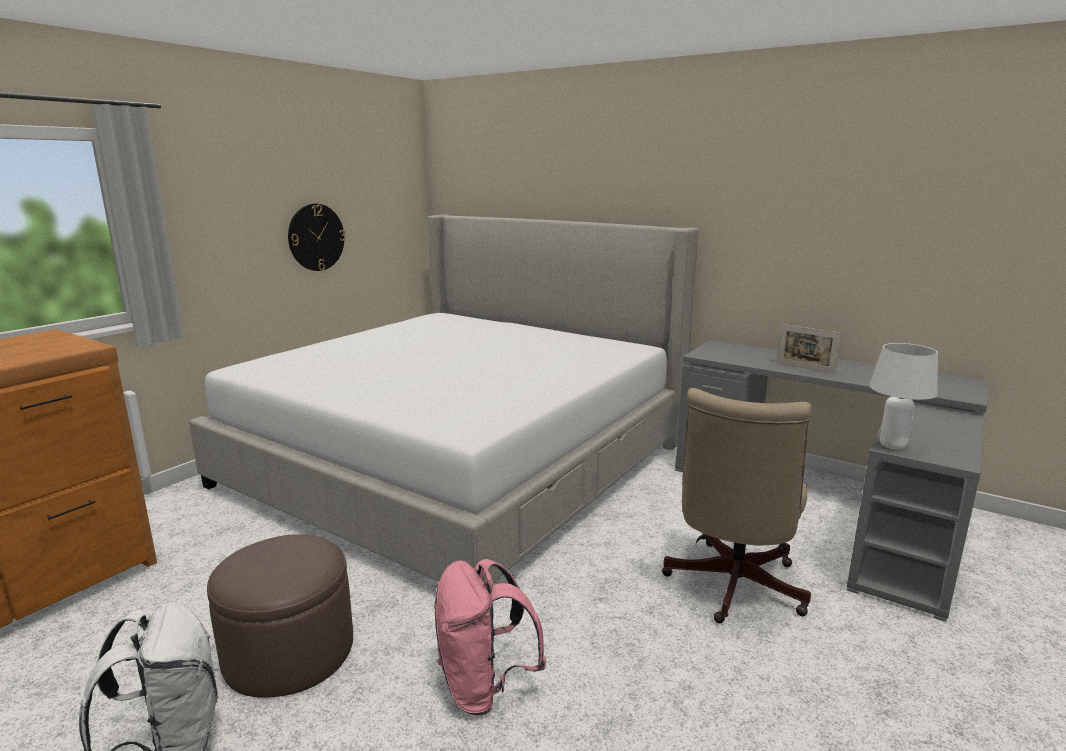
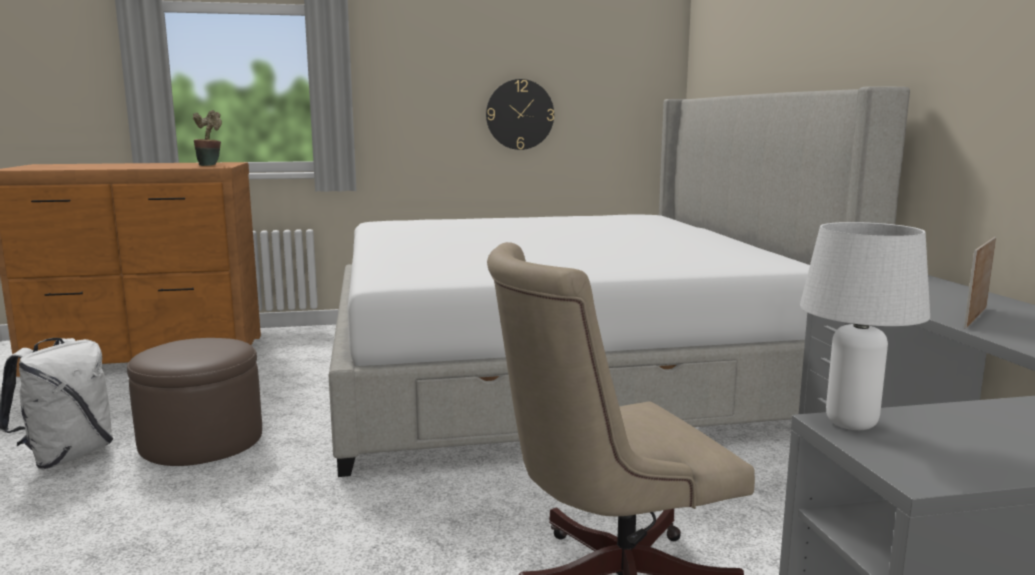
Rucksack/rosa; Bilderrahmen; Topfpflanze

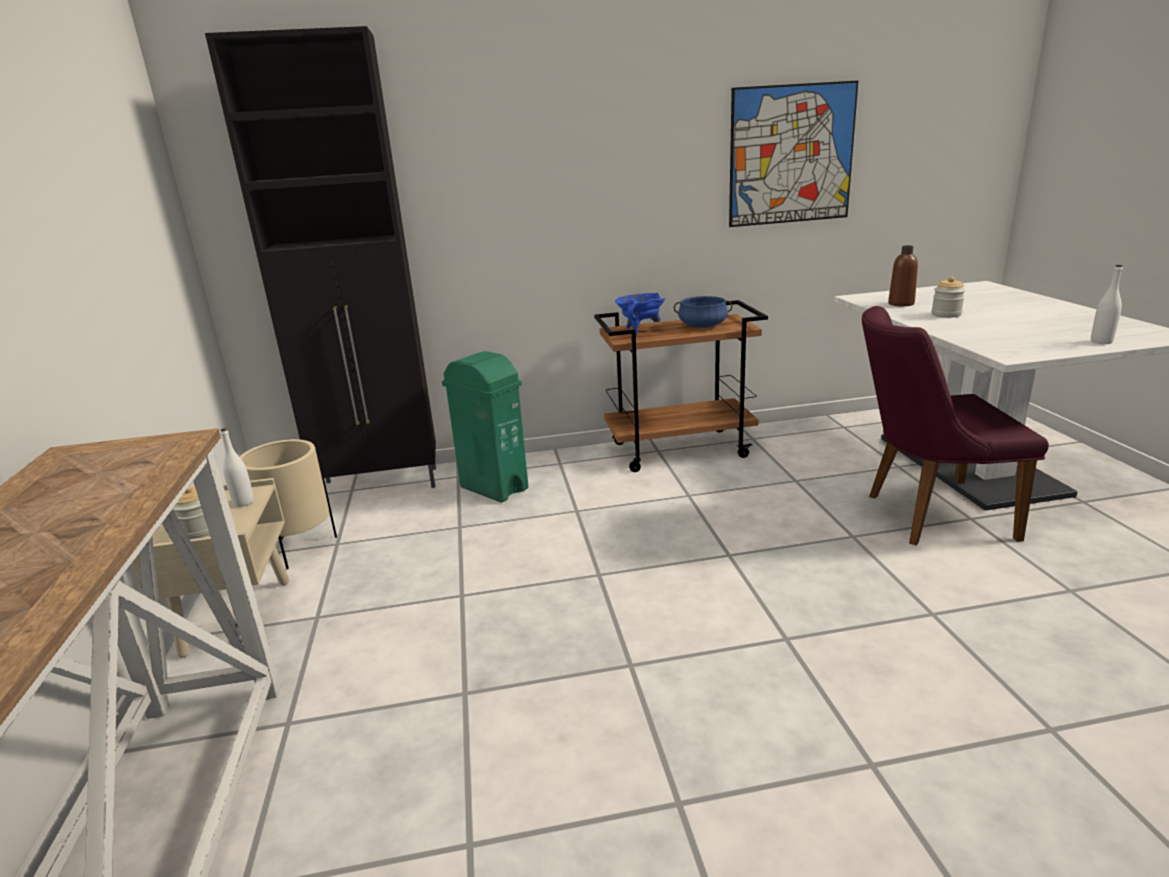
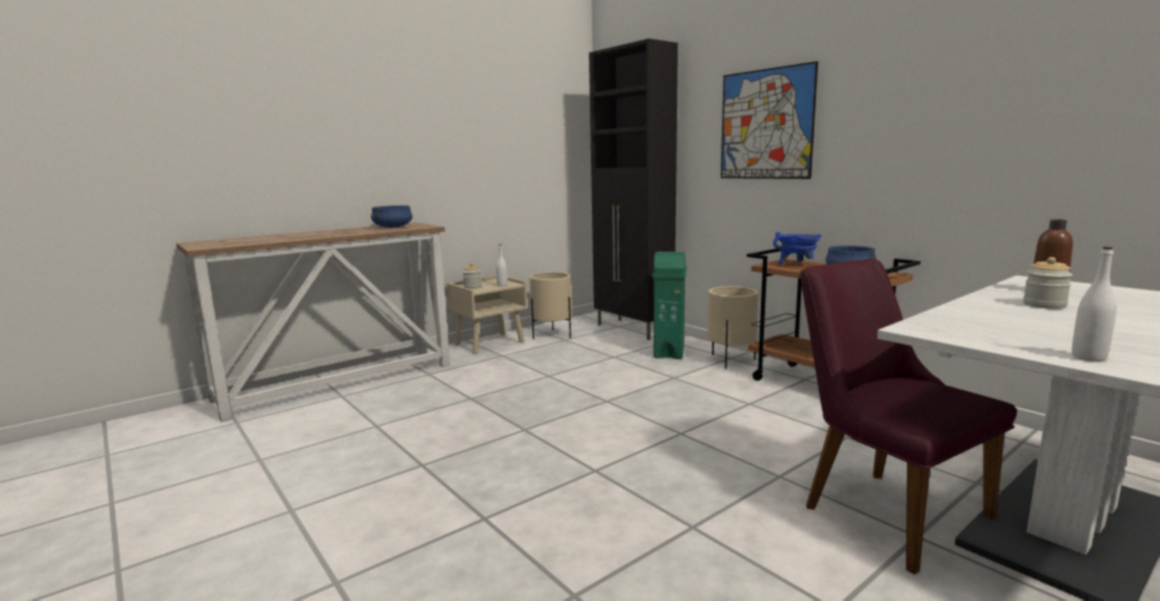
Bild; Kochtopf/blau (no. 1 from left); Pflanzkübel/beige (no. 2 from left)

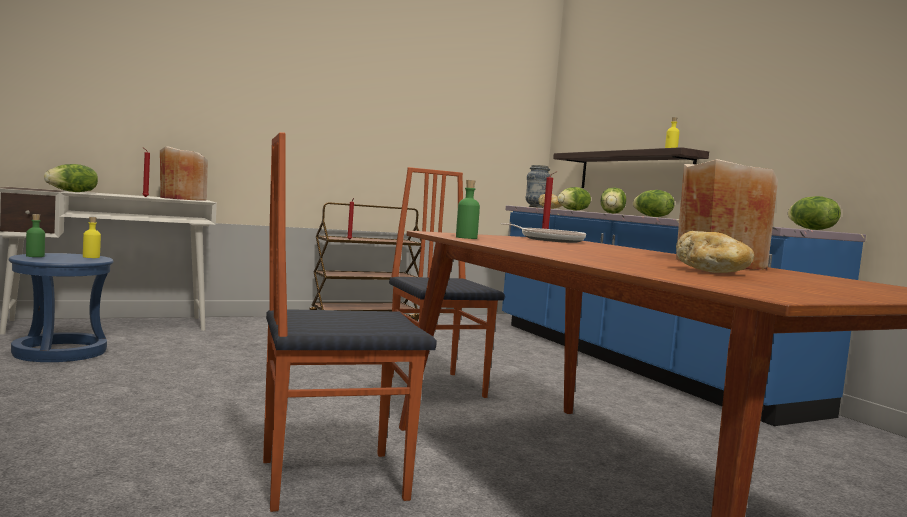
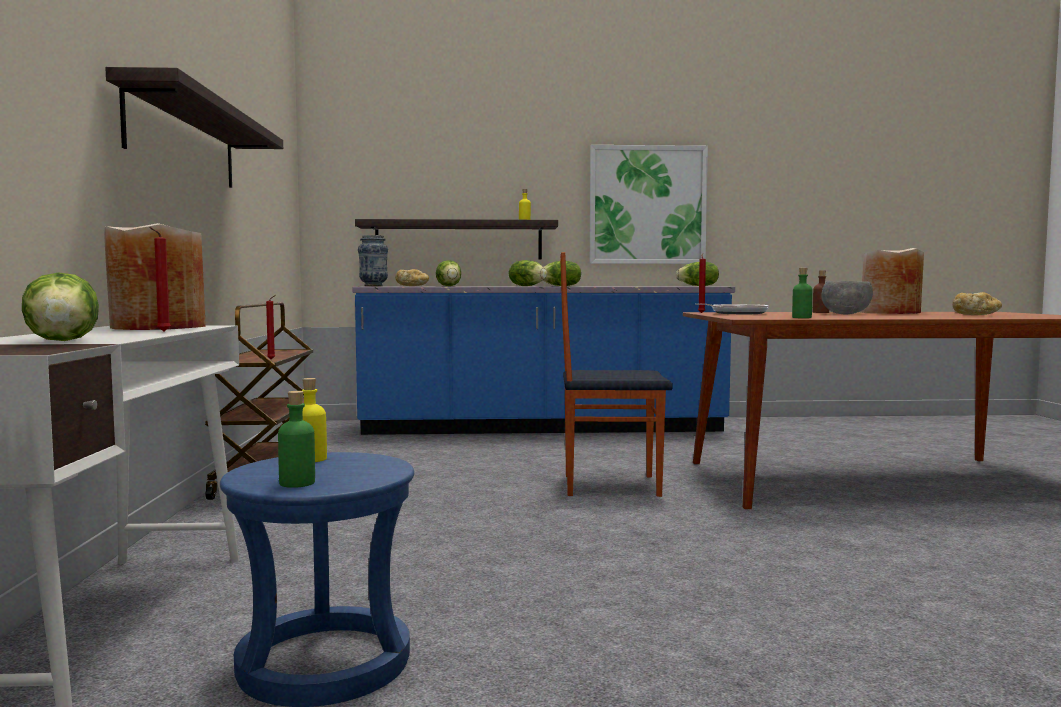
Stuhl (no. 1 from left in the first image); Wandregal (no. 1 from left); Bild; Flasche/braun; Schüssel/grau

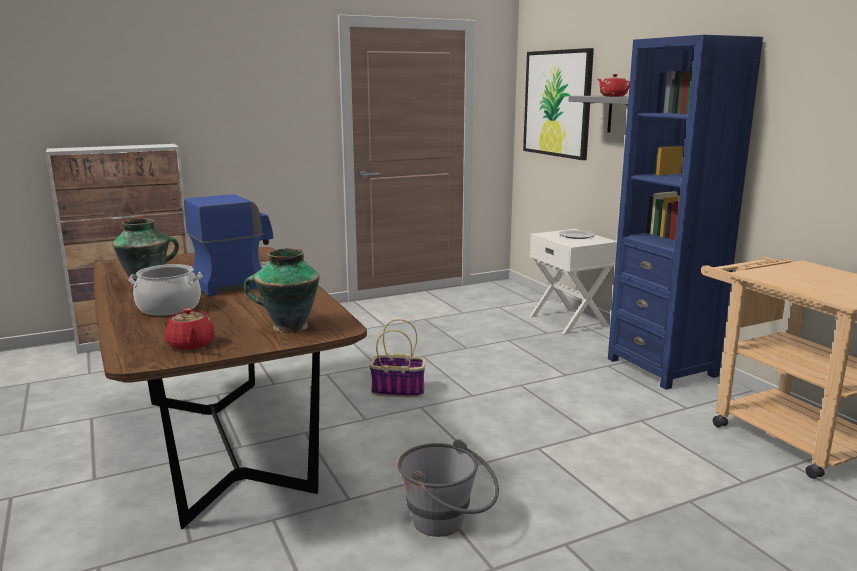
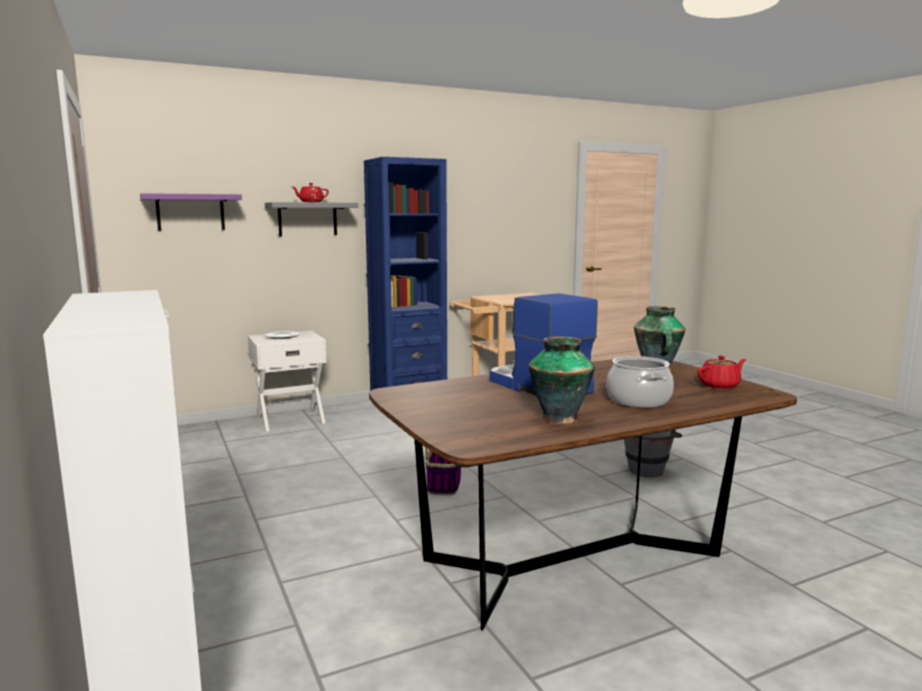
Wandregal/lila

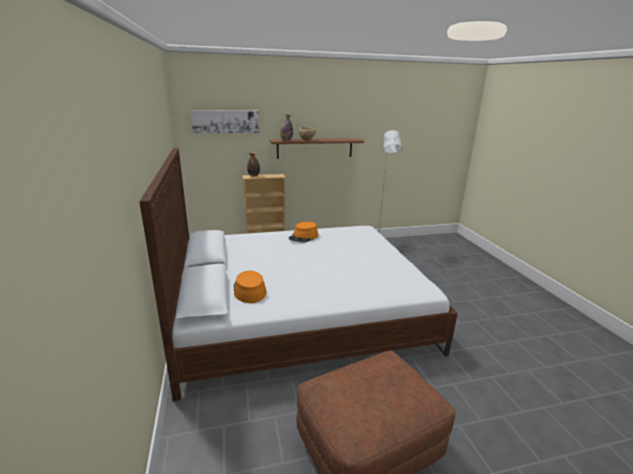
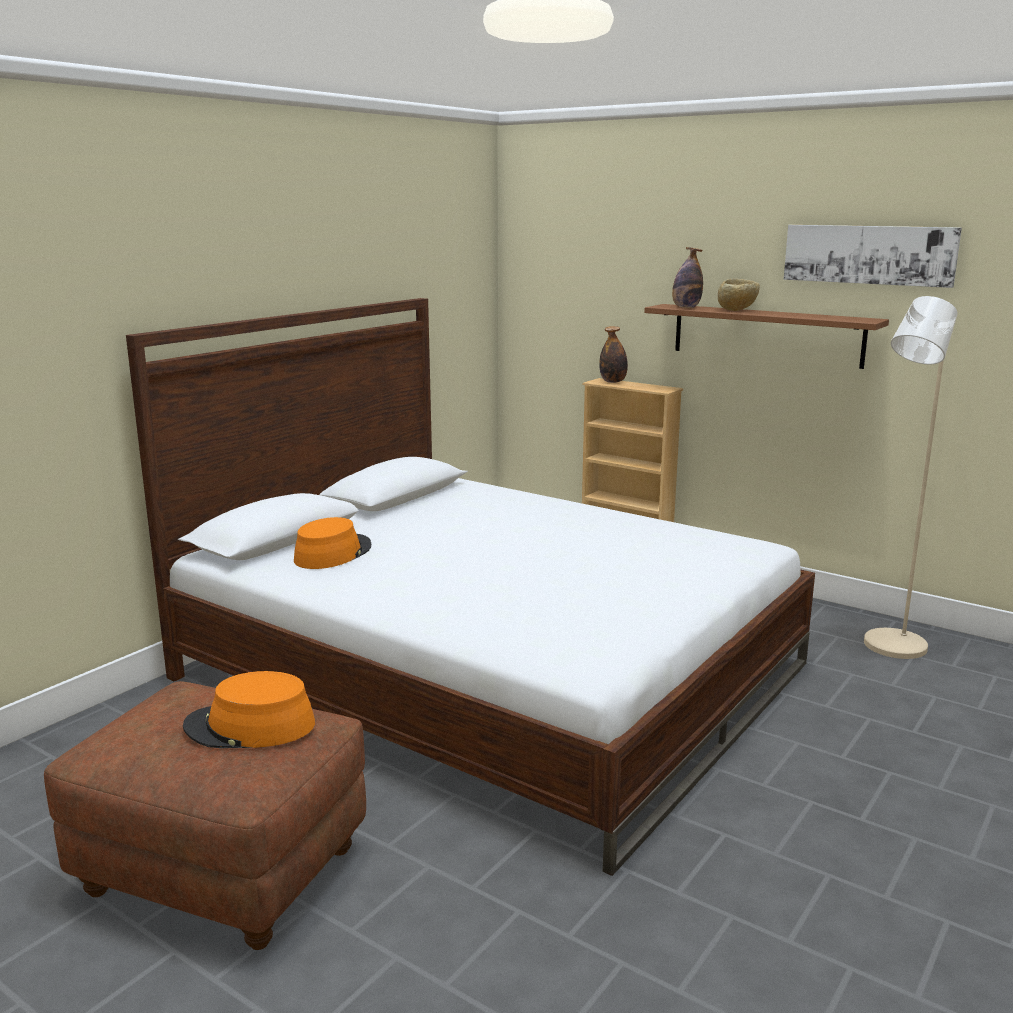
Bild; Hut/orange (no. 1 from left)

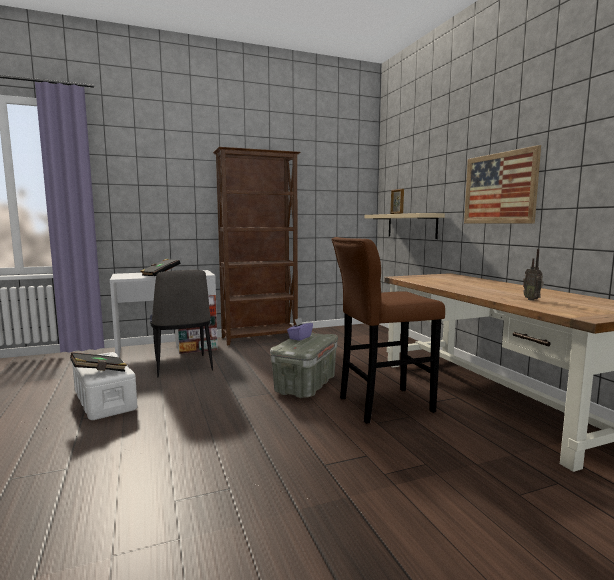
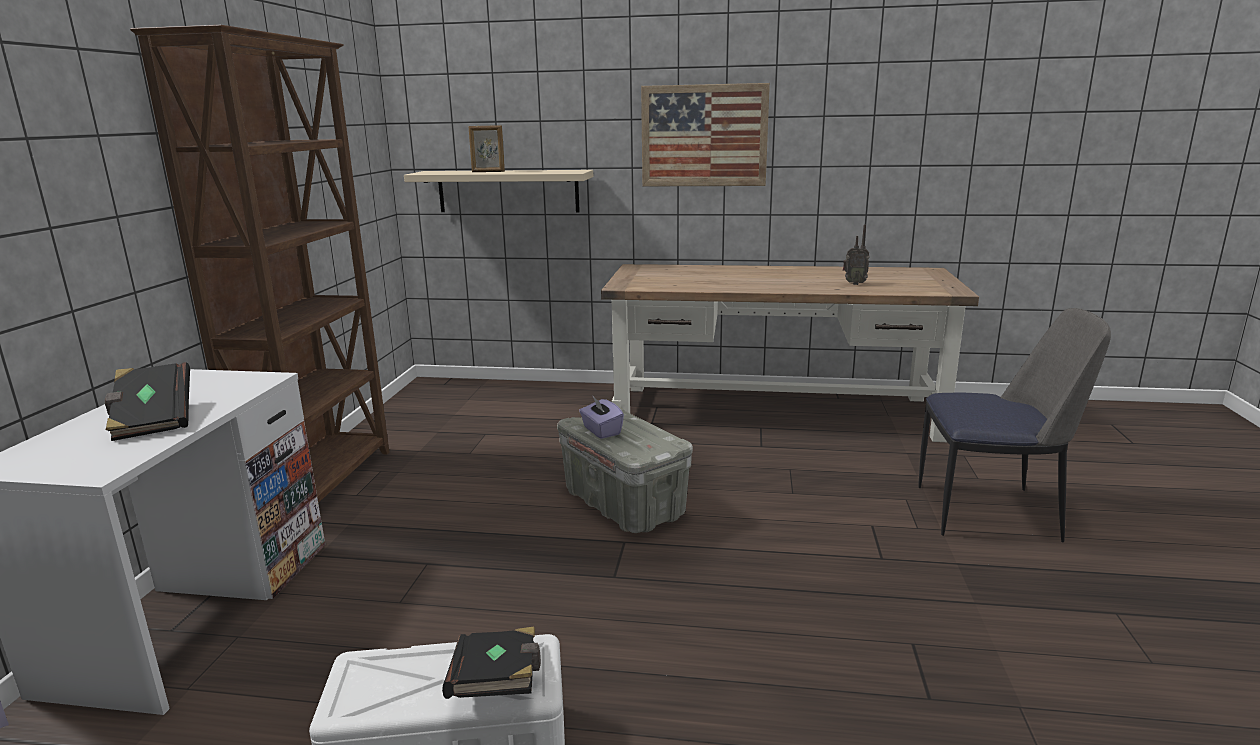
Stuhl; Hocker/braun

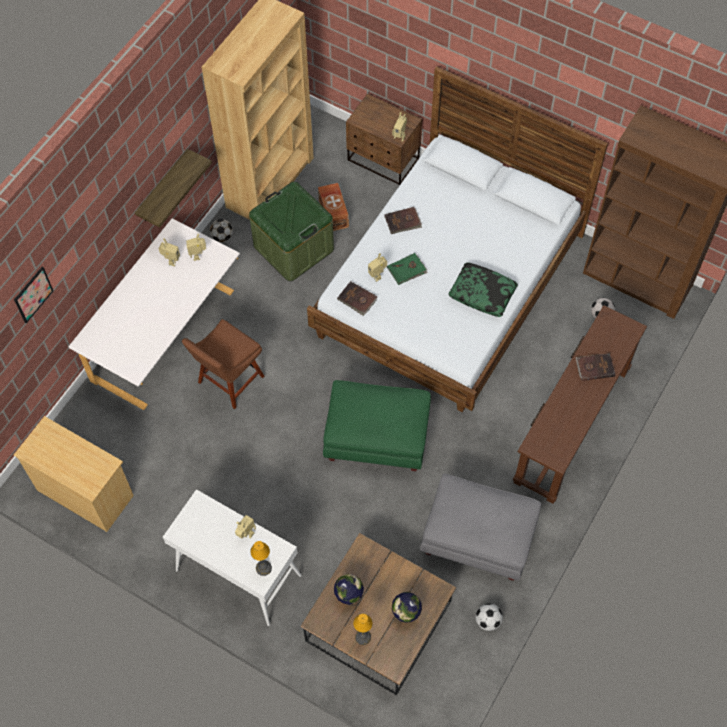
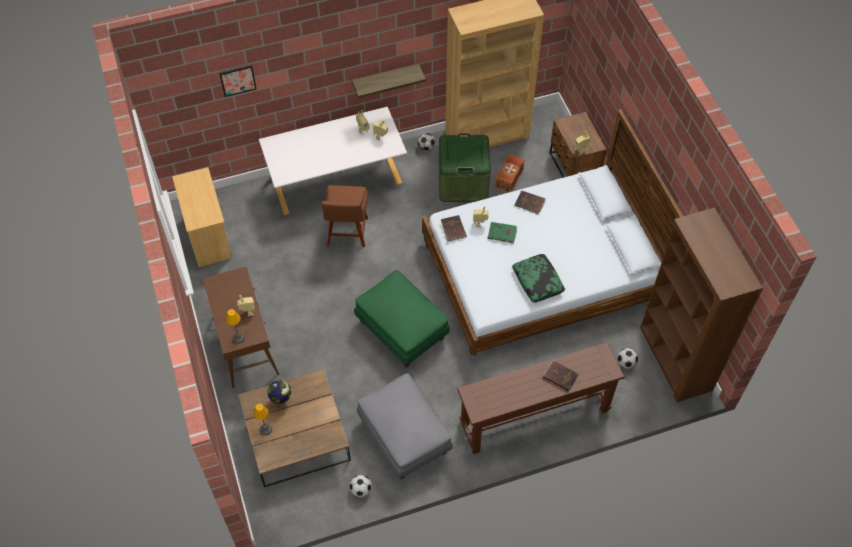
Konsolentisch/braun (no. 1 from left); Stuhl/braun; Globus (no. 2 from left in the first image)

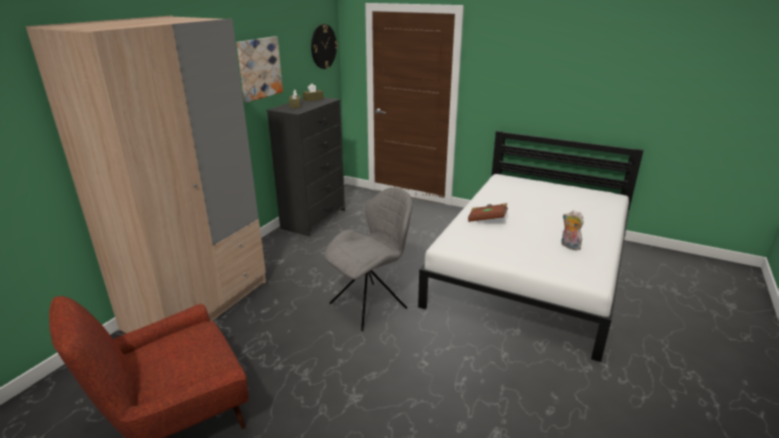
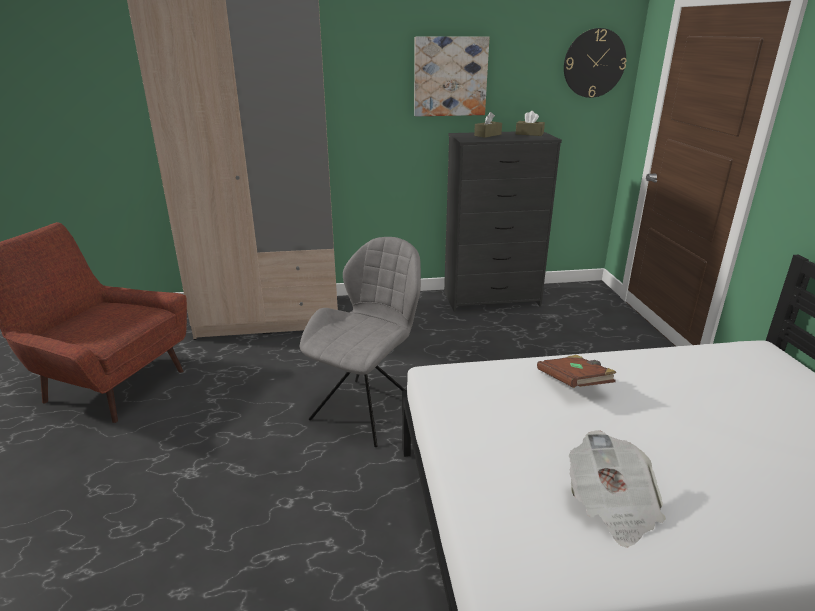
Stuhl/grau; Zeitung

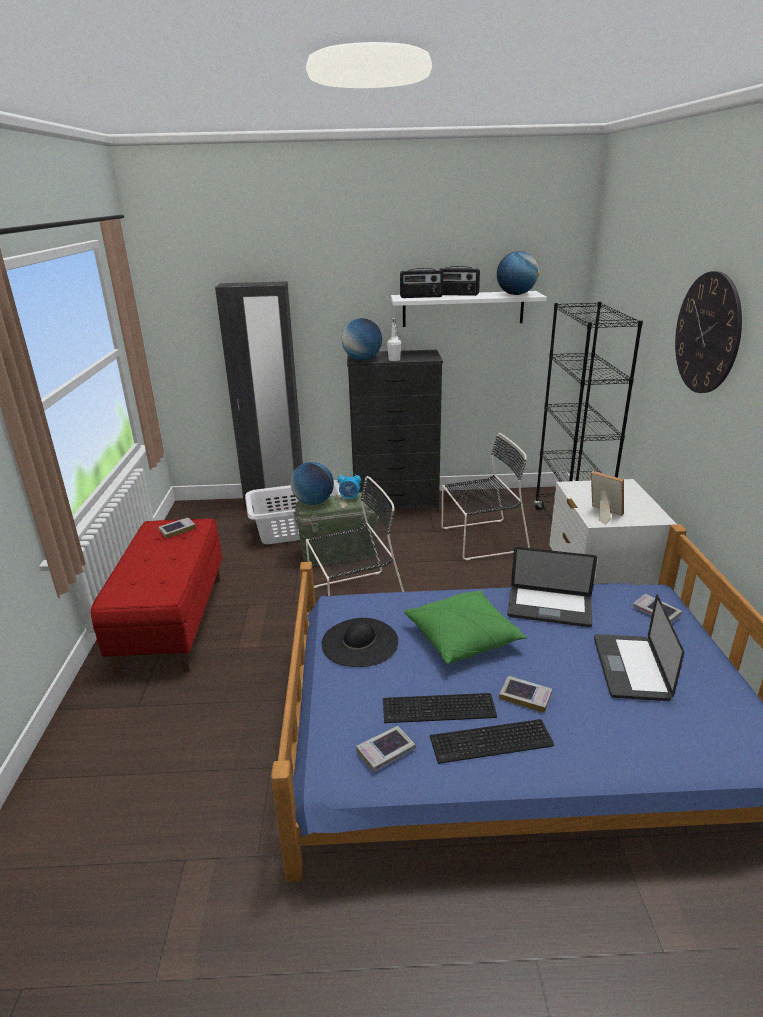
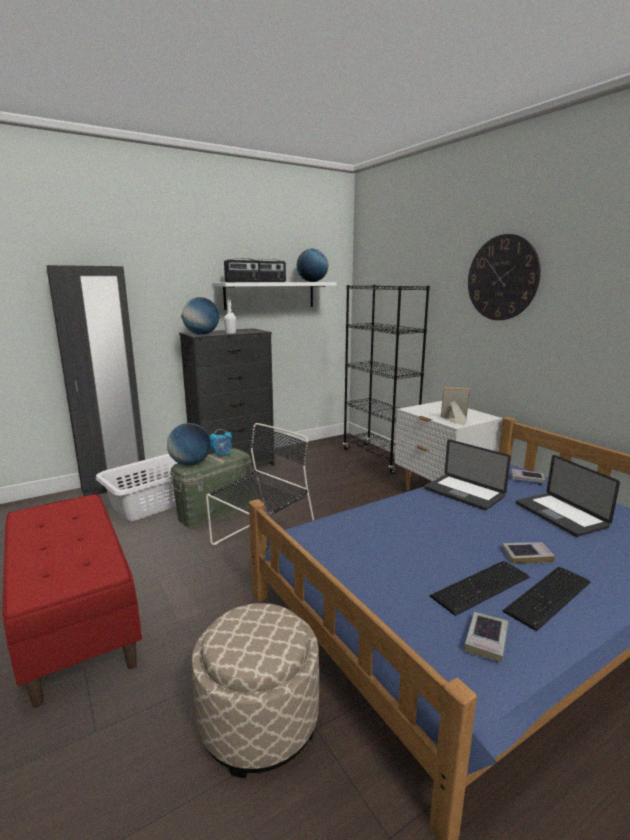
Buch (no. 1 from left in the first image); Hut/schwarz; Kissen/grün; Stuhl/schwarz (no. 2 from left in the first image); Laptop (no. 1 from left); Polsterhocker/beige

